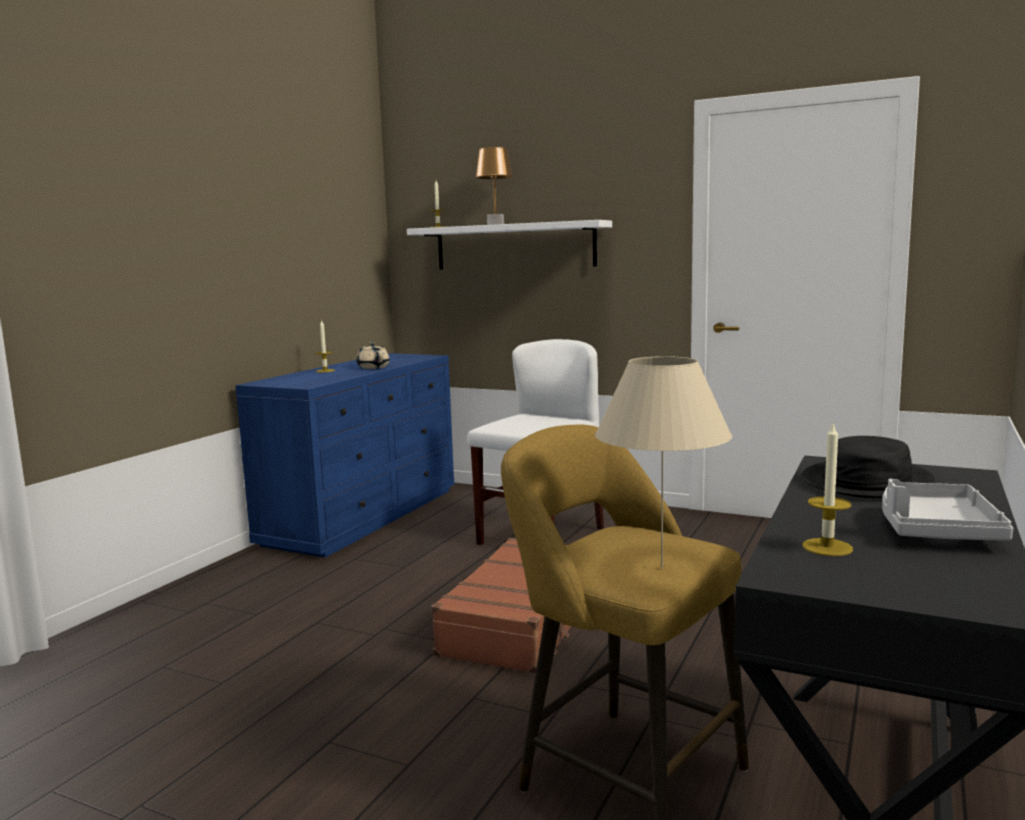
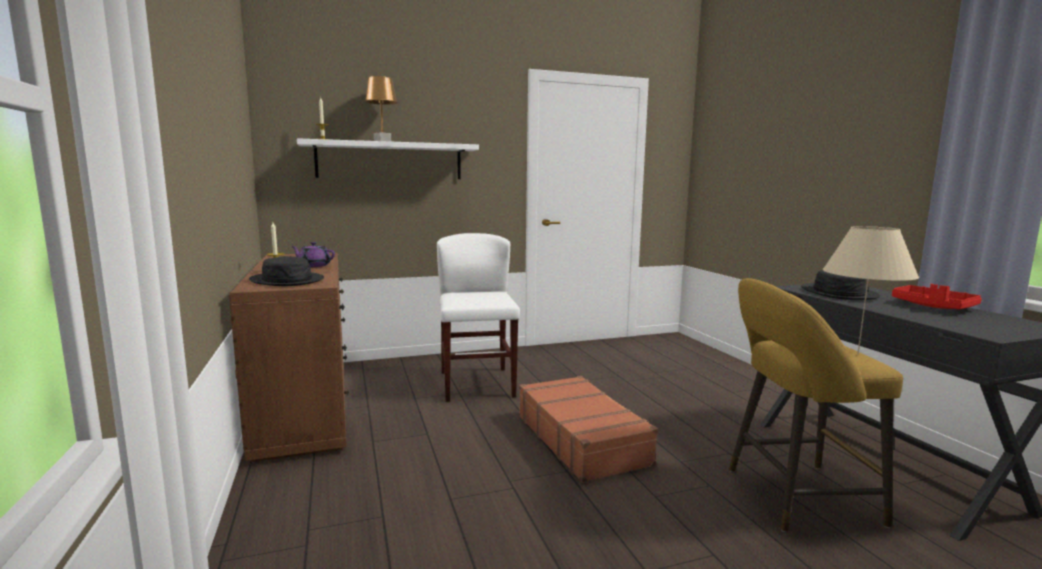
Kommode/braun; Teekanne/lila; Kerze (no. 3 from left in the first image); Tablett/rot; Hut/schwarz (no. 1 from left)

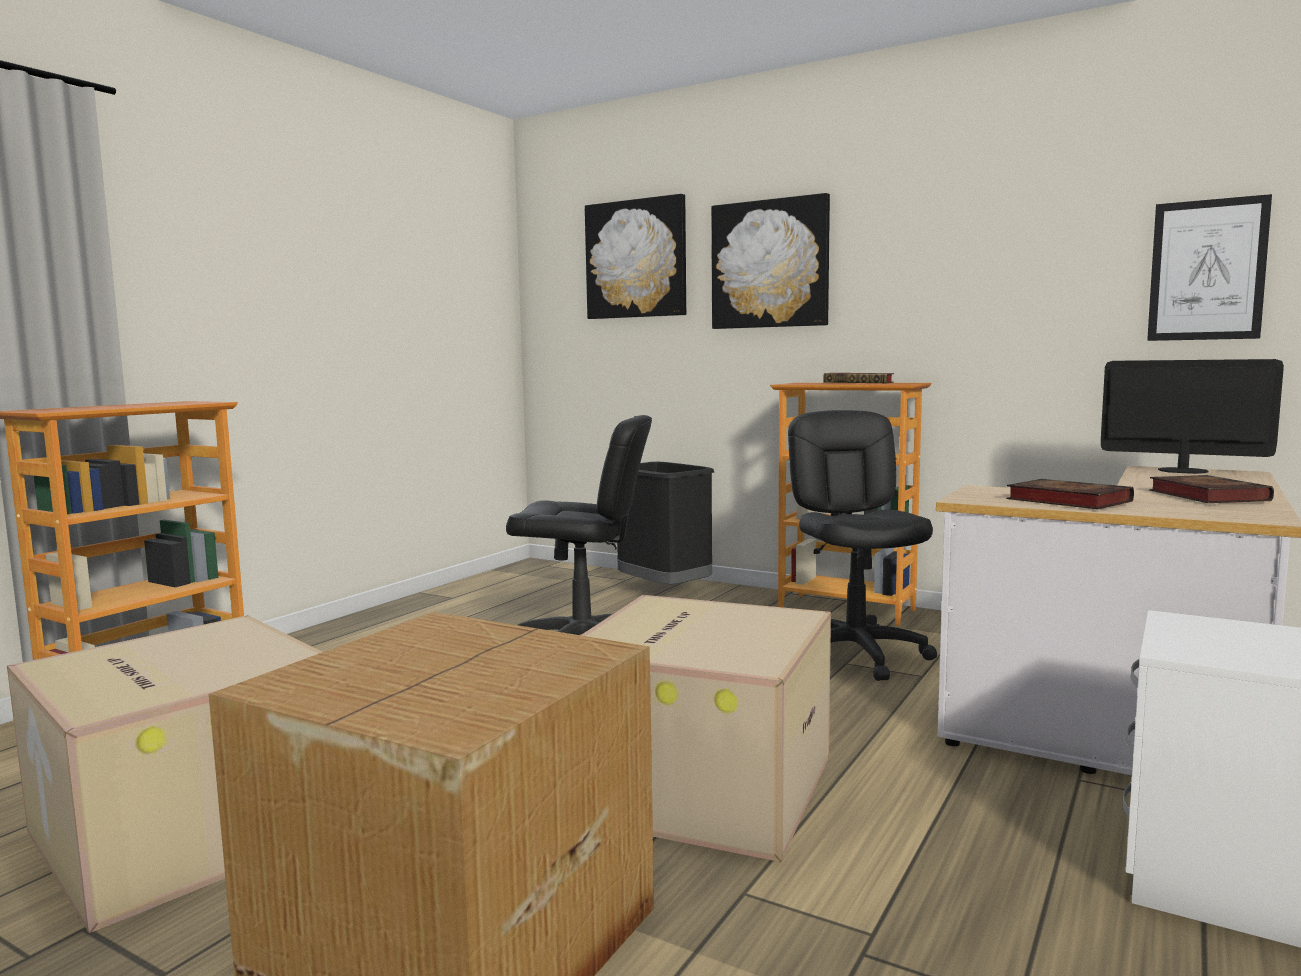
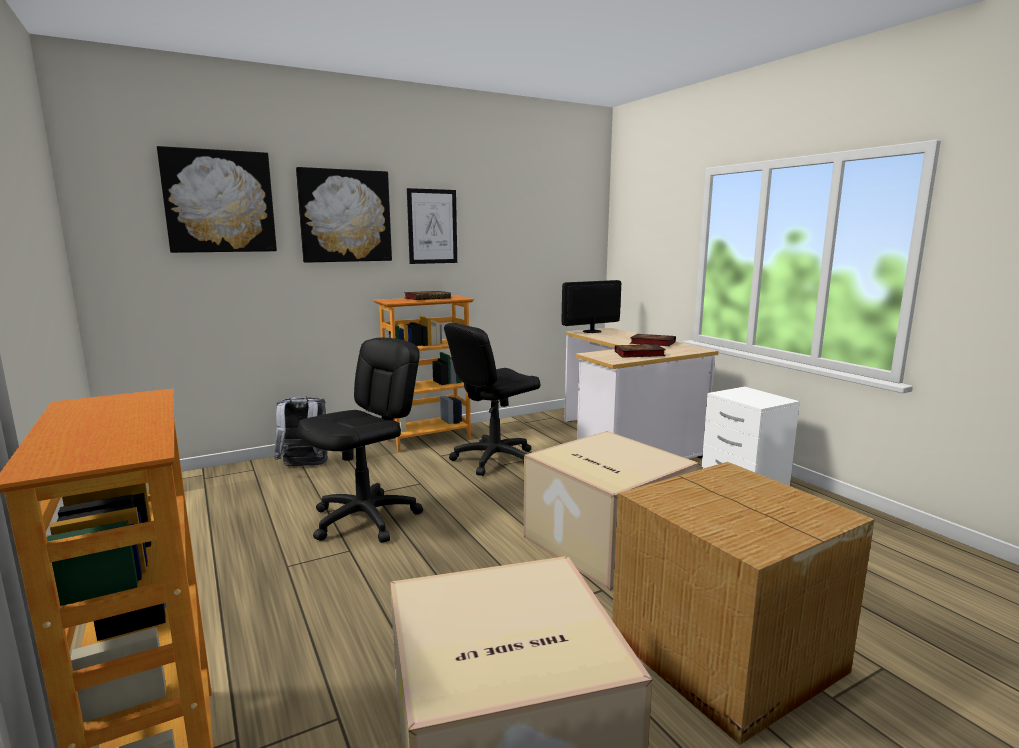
Rucksack/grau; Bürostuhl/schwarz (no. 2 from left); Bild (no. 3 from left)

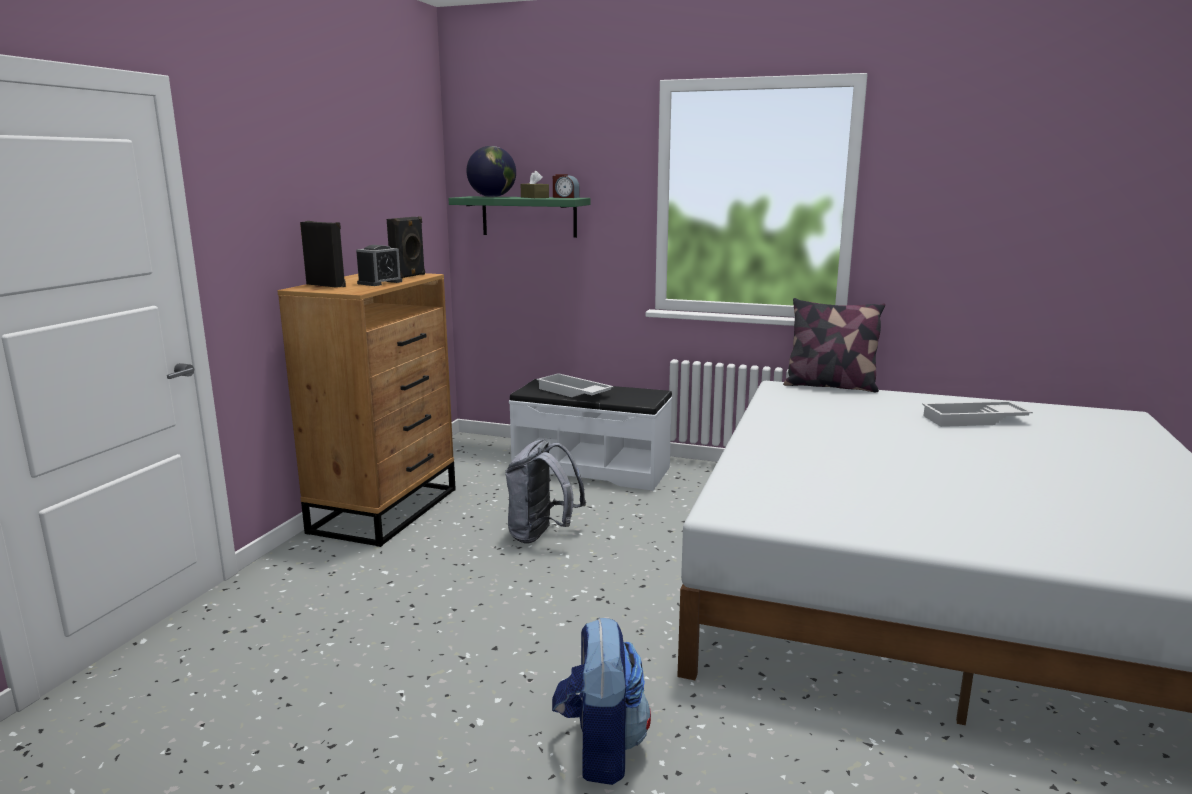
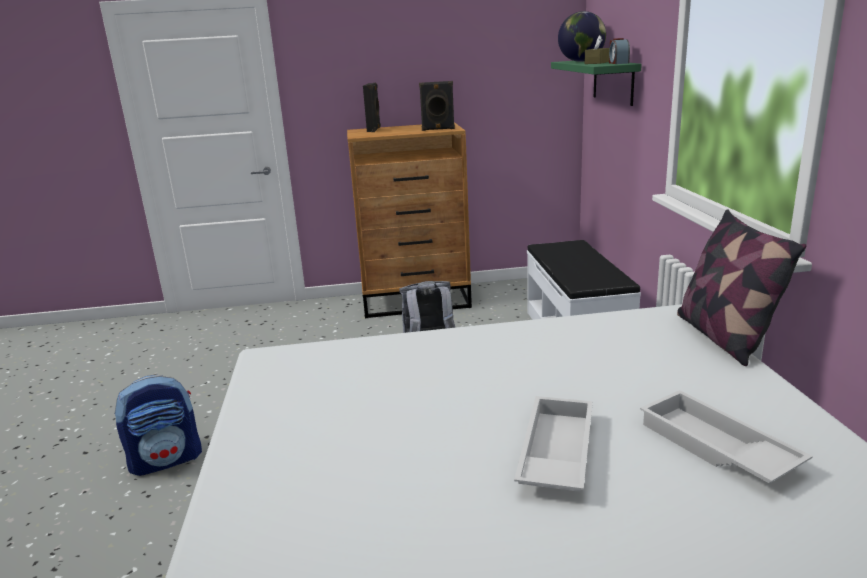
Wecker (no. 1 from left in the first image); Tablett/weiß (no. 1 from left)

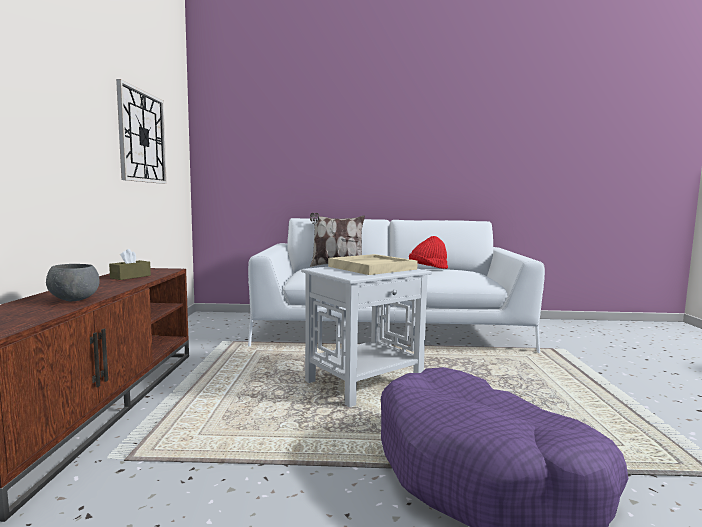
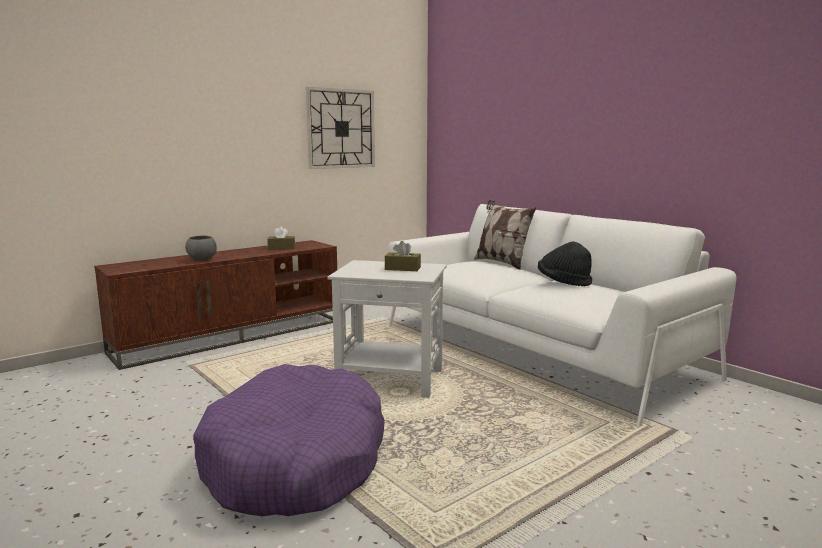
Taschentuchbox/braun (no. 2 from left); Hut/schwarz

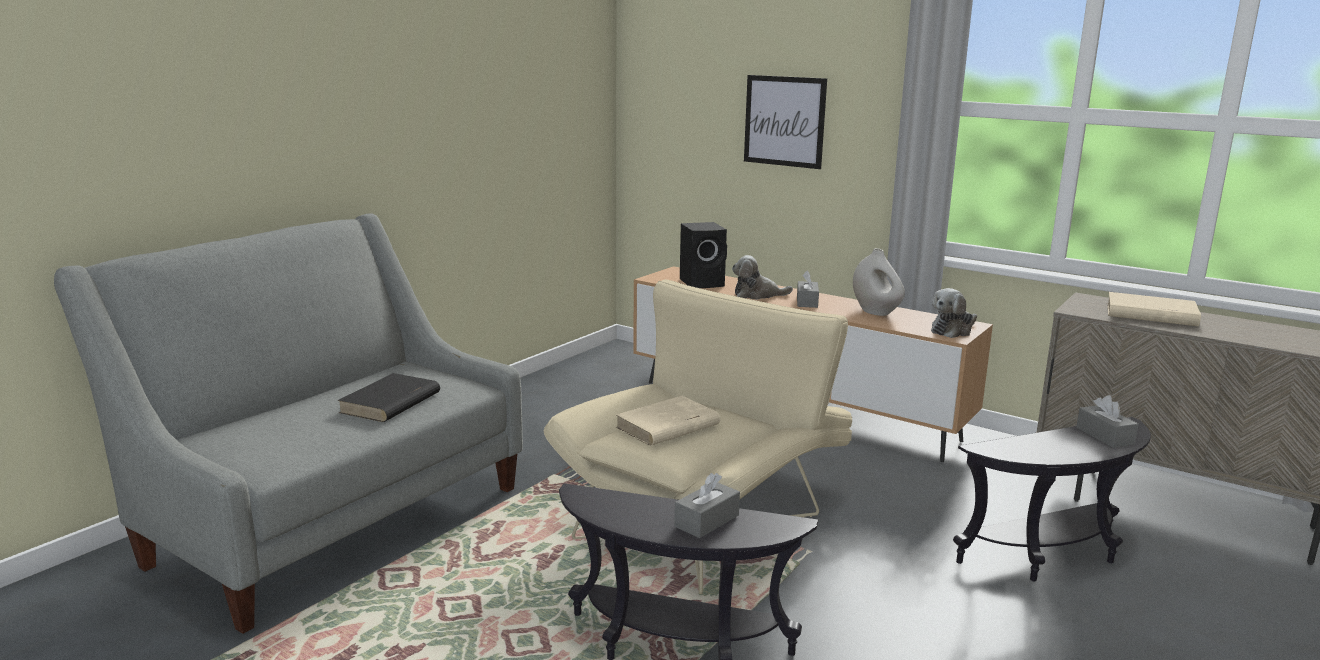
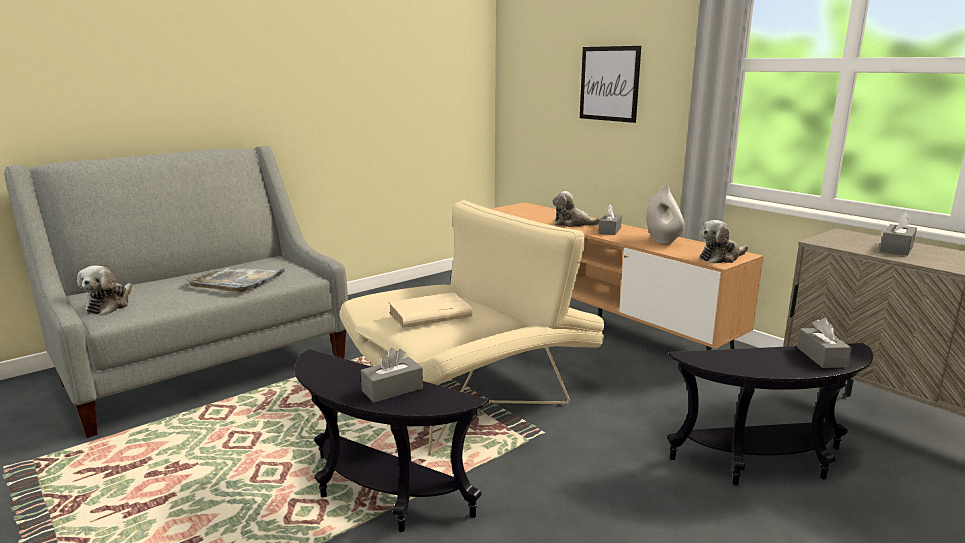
Tablett/grau; Lautsprecher/schwarz; Taschentuchbox/grau (no. 4 from left); Plüschtier (no. 1 from left)

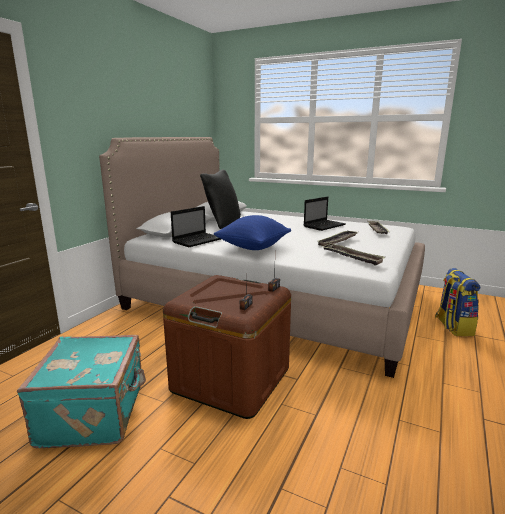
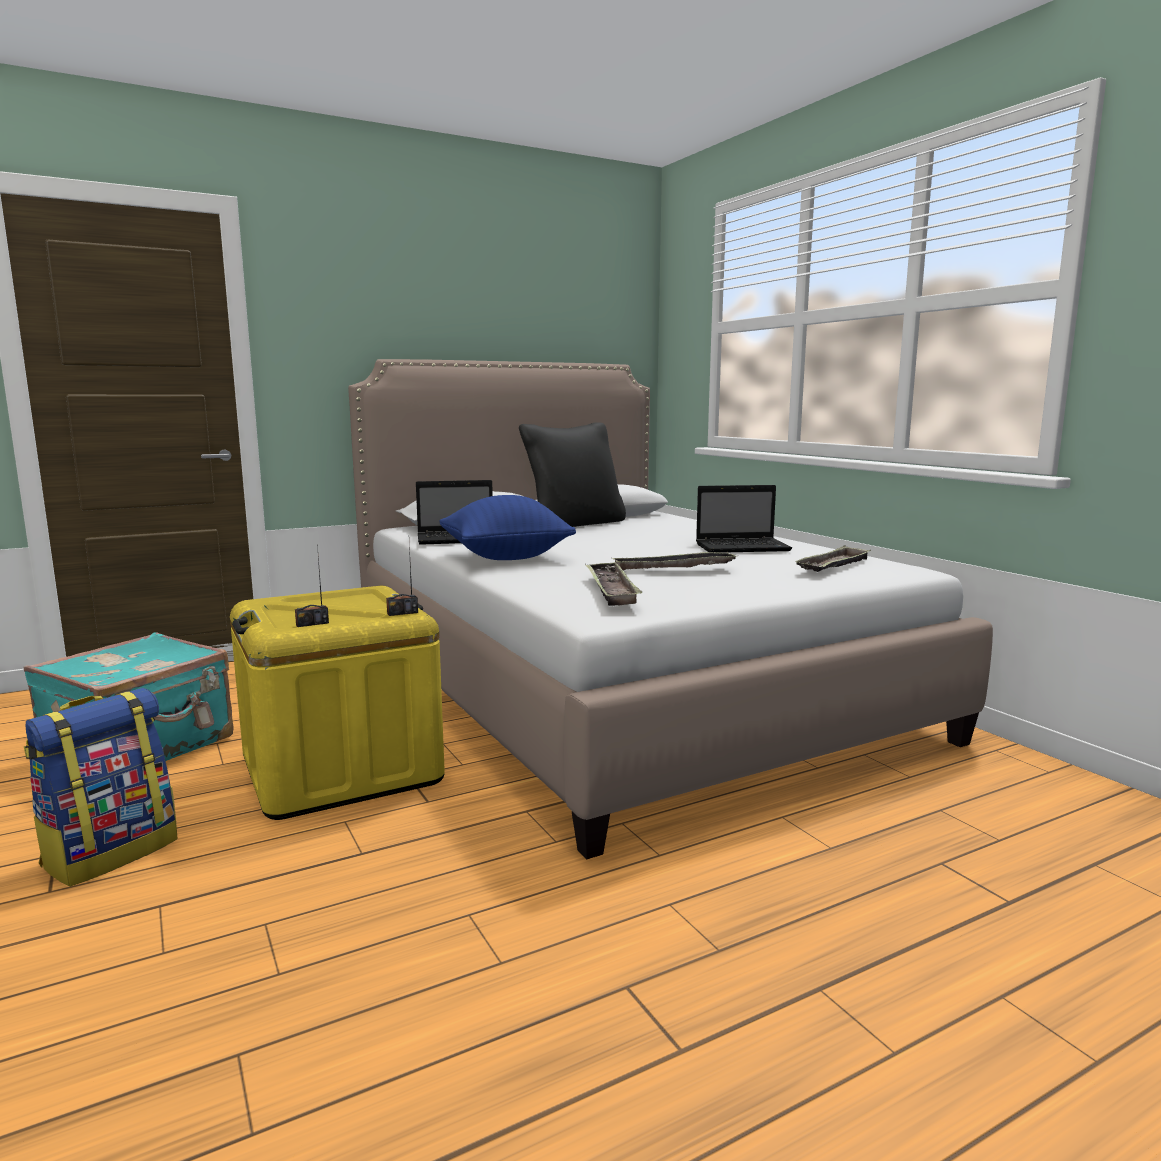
Aufbewahrungsbox/gelb; Rucksack

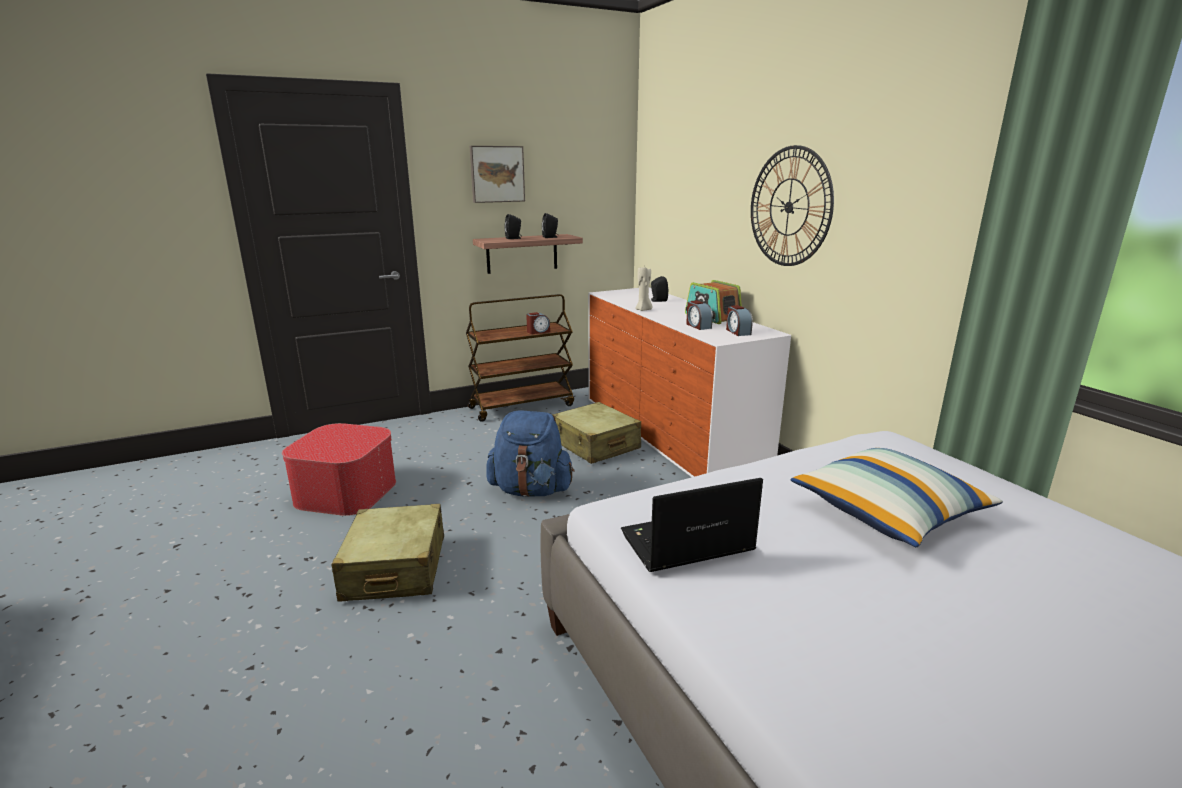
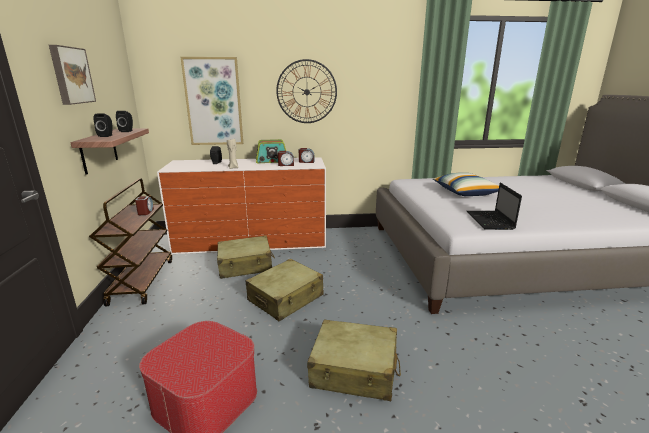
Koffer/beige (no. 2 from left); Bild (no. 2 from left)

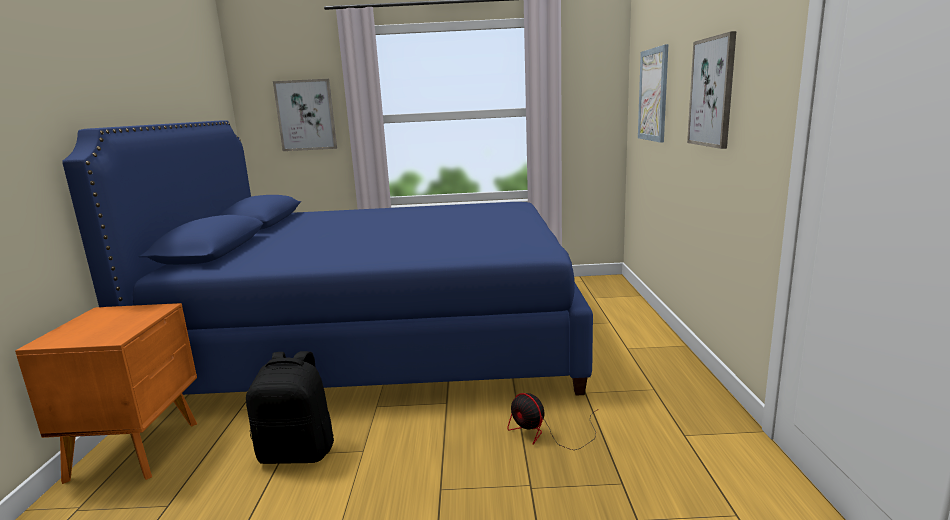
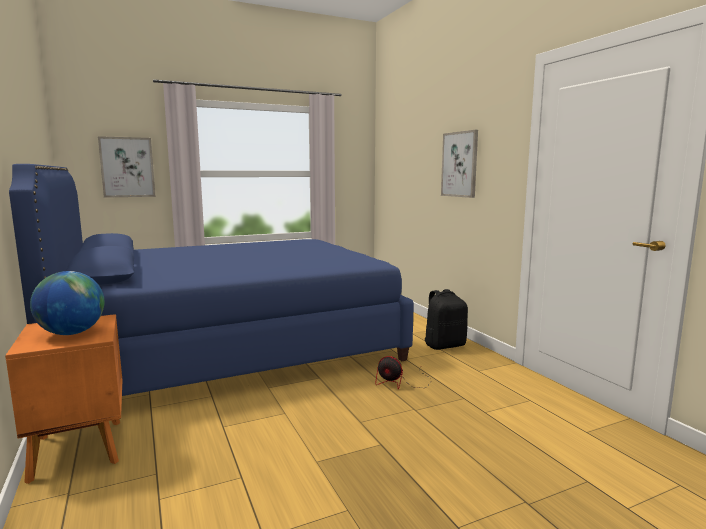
Rucksack/schwarz; Bild (no. 2 from left in the first image); Globus

